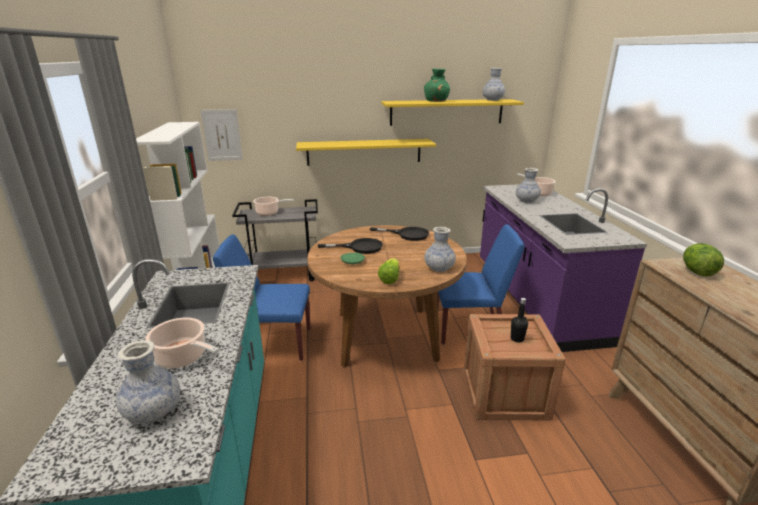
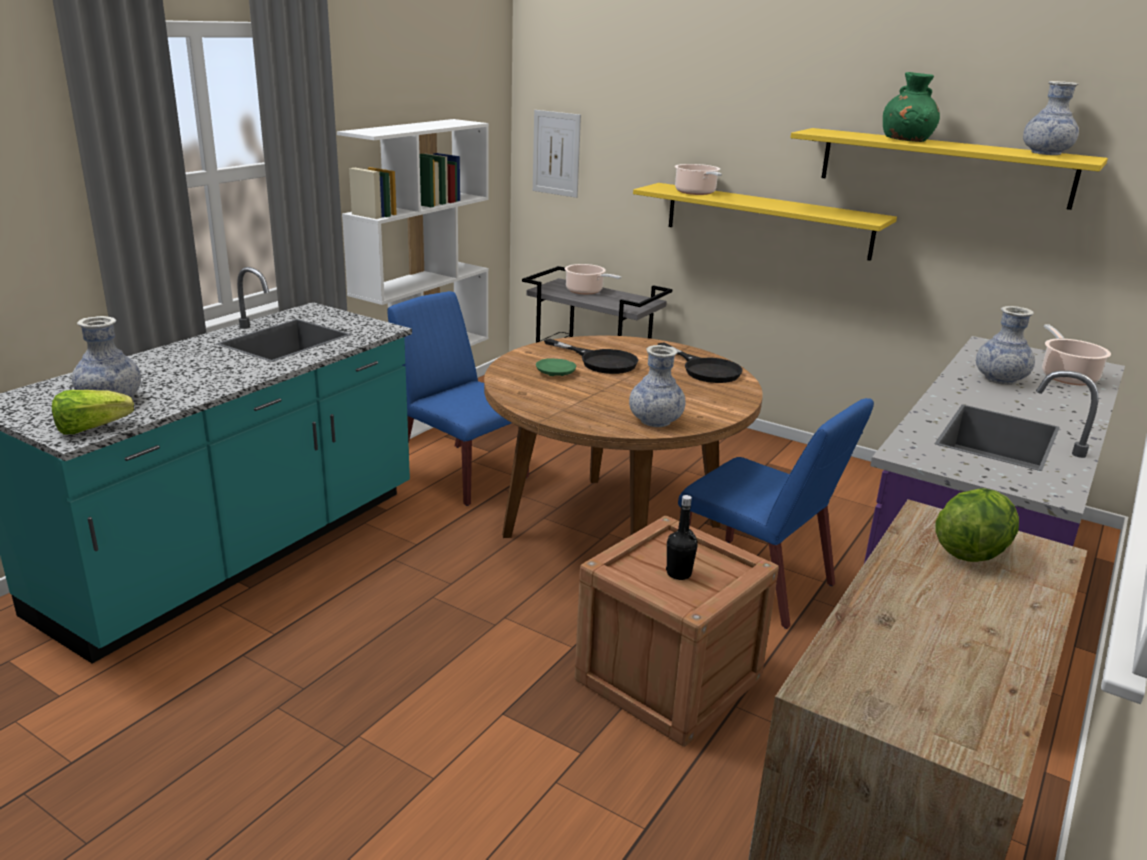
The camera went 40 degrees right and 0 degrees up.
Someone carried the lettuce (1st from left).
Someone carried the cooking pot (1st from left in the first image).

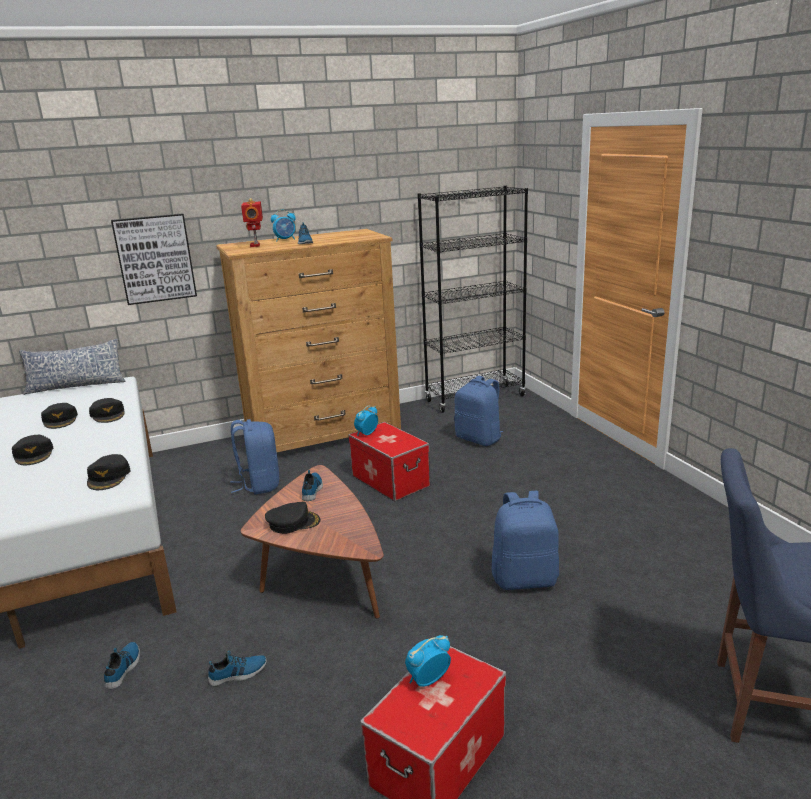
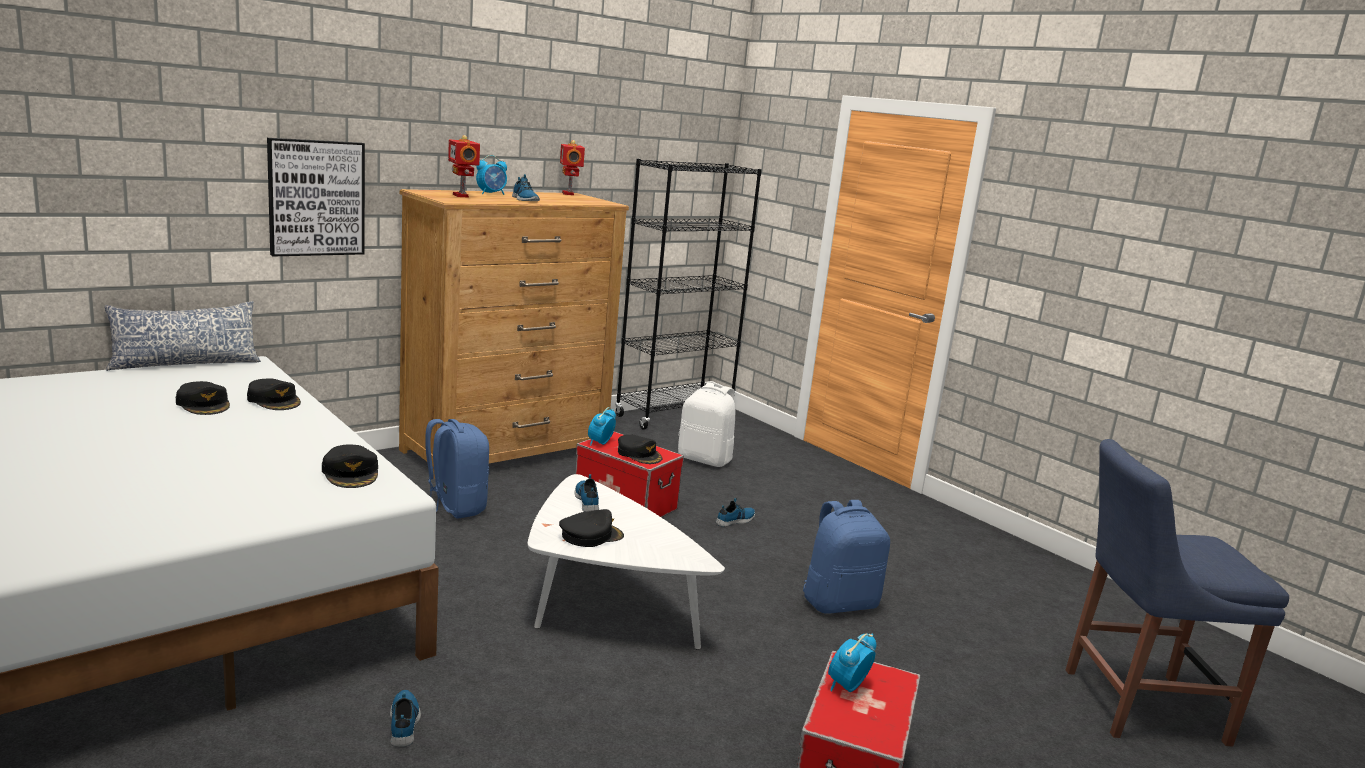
The camera went 20 degrees left and 5 degrees down.
Someone repainted the brown coffee table, which became the white coffee table.
Someone put down the toy robot (2nd from left).
Someone carried the black cap (1st from left in the first image).
Someone repainted the blue backpack (2nd from left), which became the white backpack.
Someone carried the shoe (2nd from left in the first image).

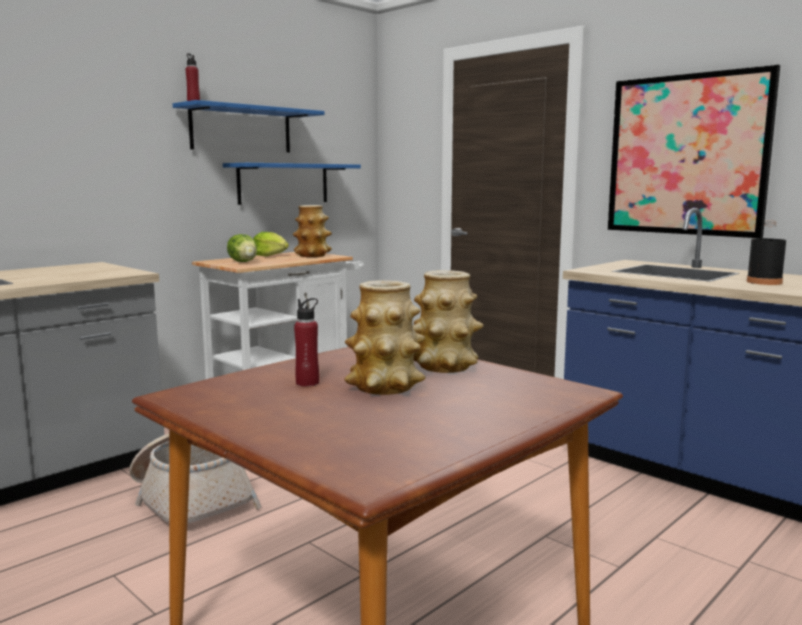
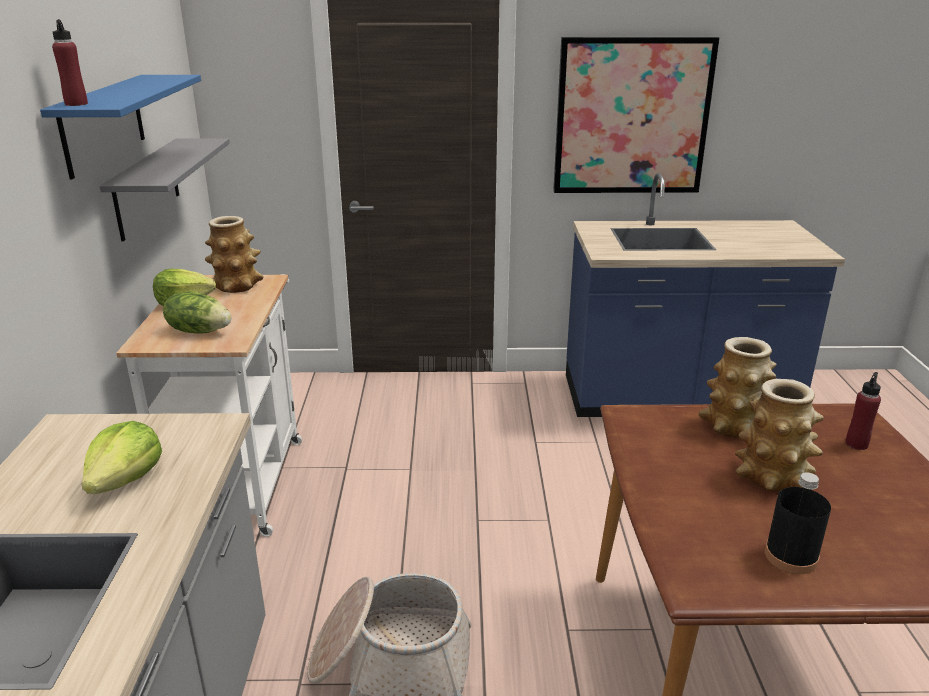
The camera went 45 degrees left and 15 degrees up.
Someone put down the lettuce (1st from left).
Someone repainted the blue shelf (2nd from left), which became the grey shelf.
Someone carried the black bottle.
Someone carried the red bottle (2nd from left).

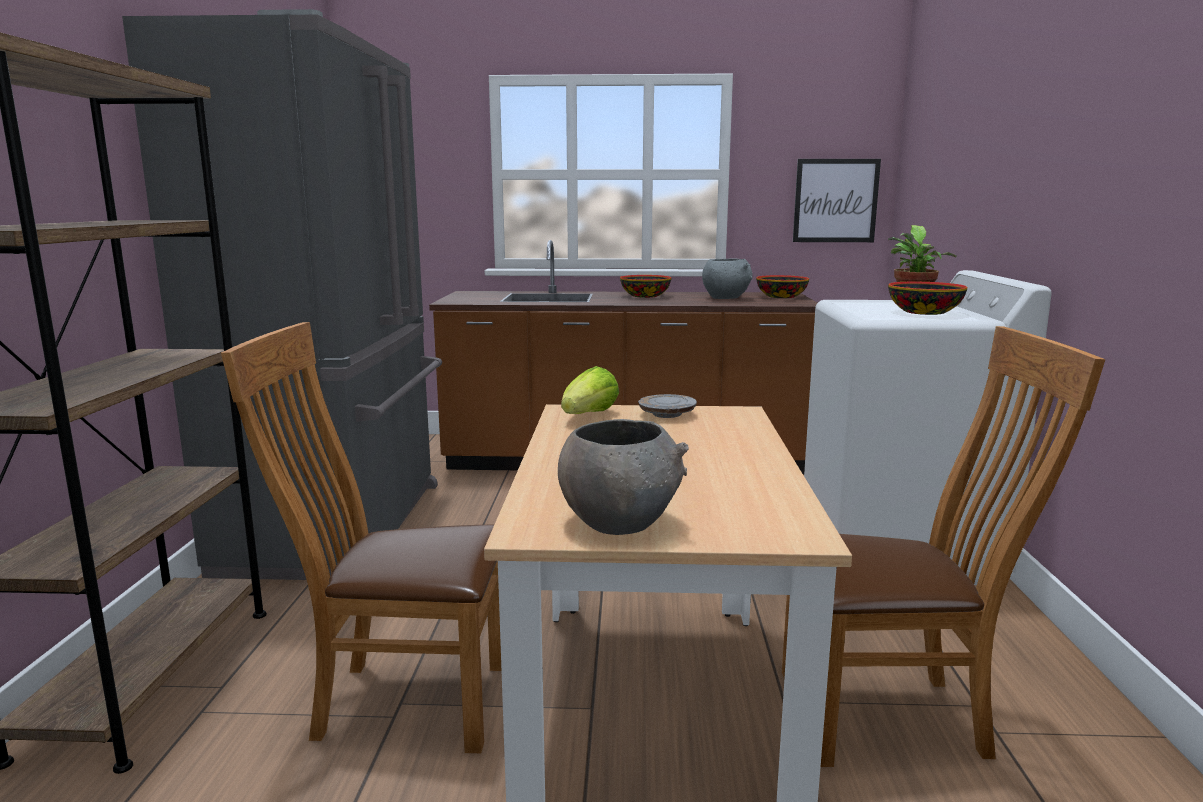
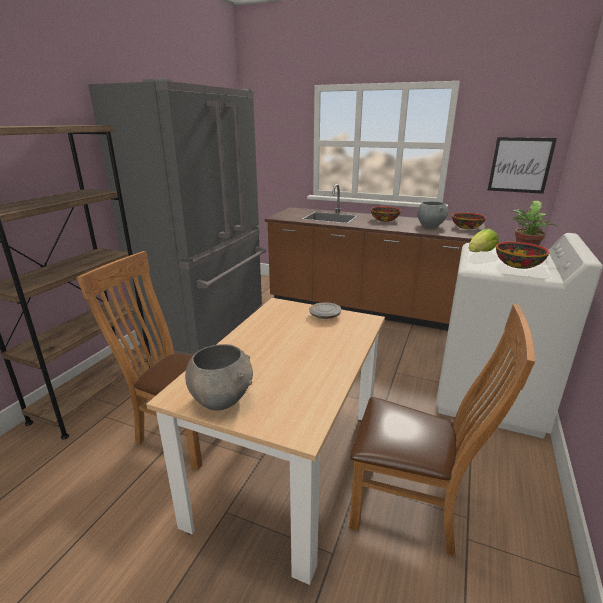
The camera went 20 degrees right and 10 degrees up.
Someone carried the lettuce.

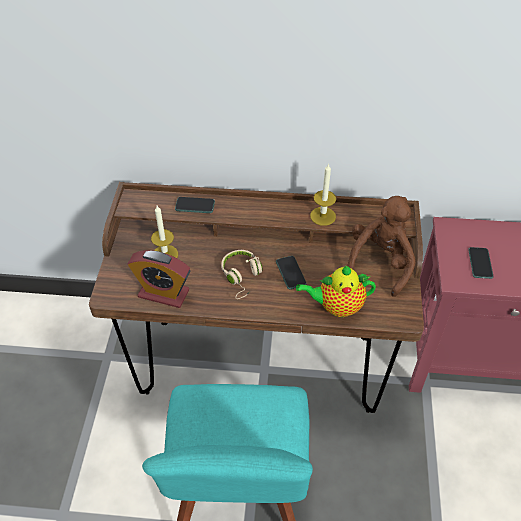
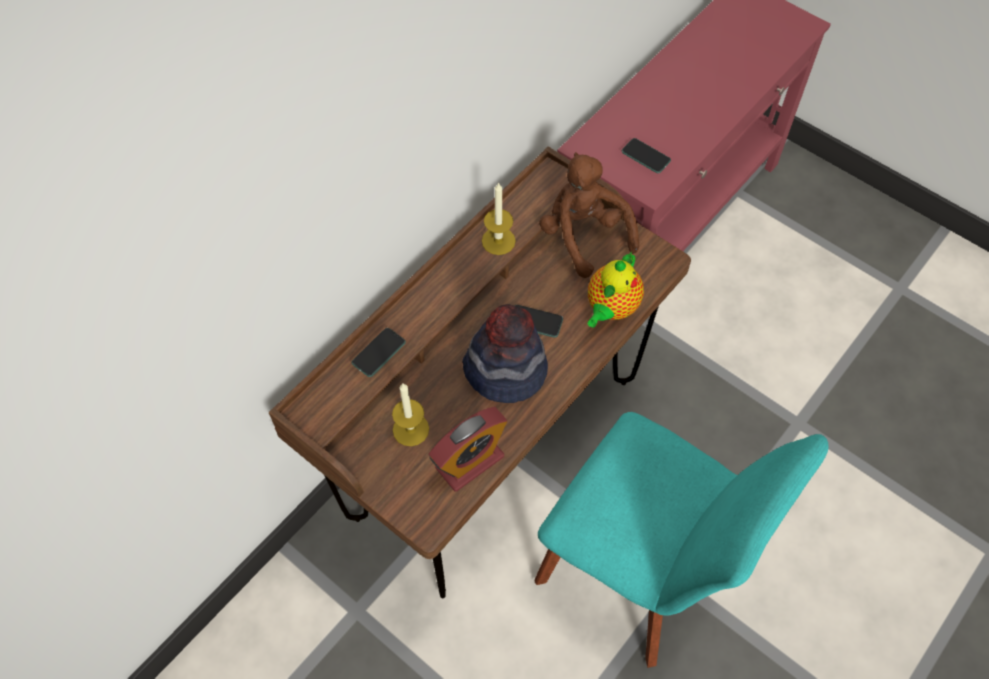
The camera went 55 degrees left and 10 degrees up.
Someone swapped the beige headphones for the hat.

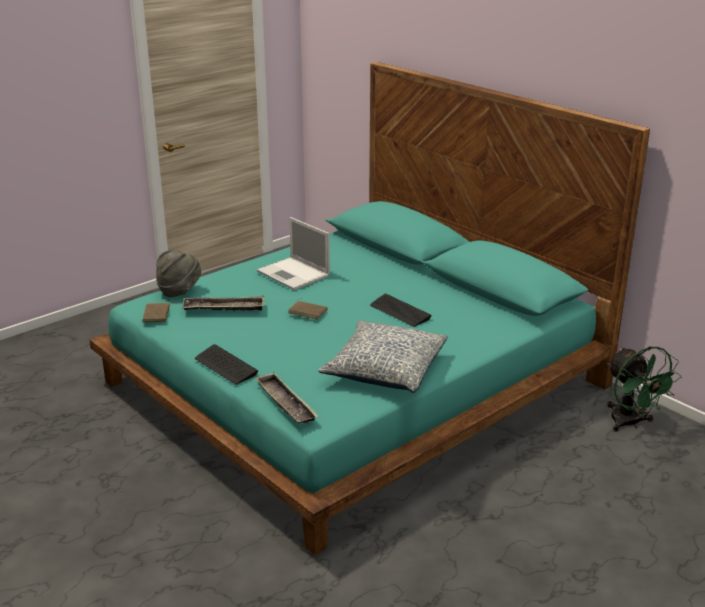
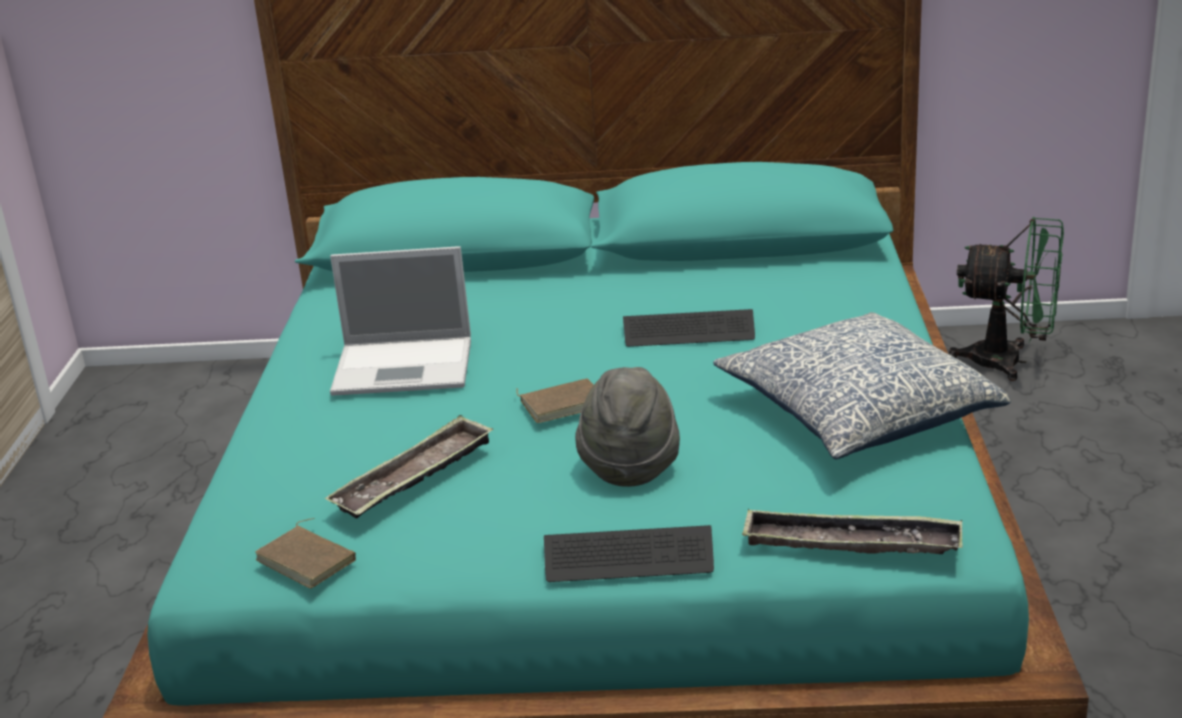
The camera went 45 degrees left and 0 degrees up.
Someone carried the grey hat.

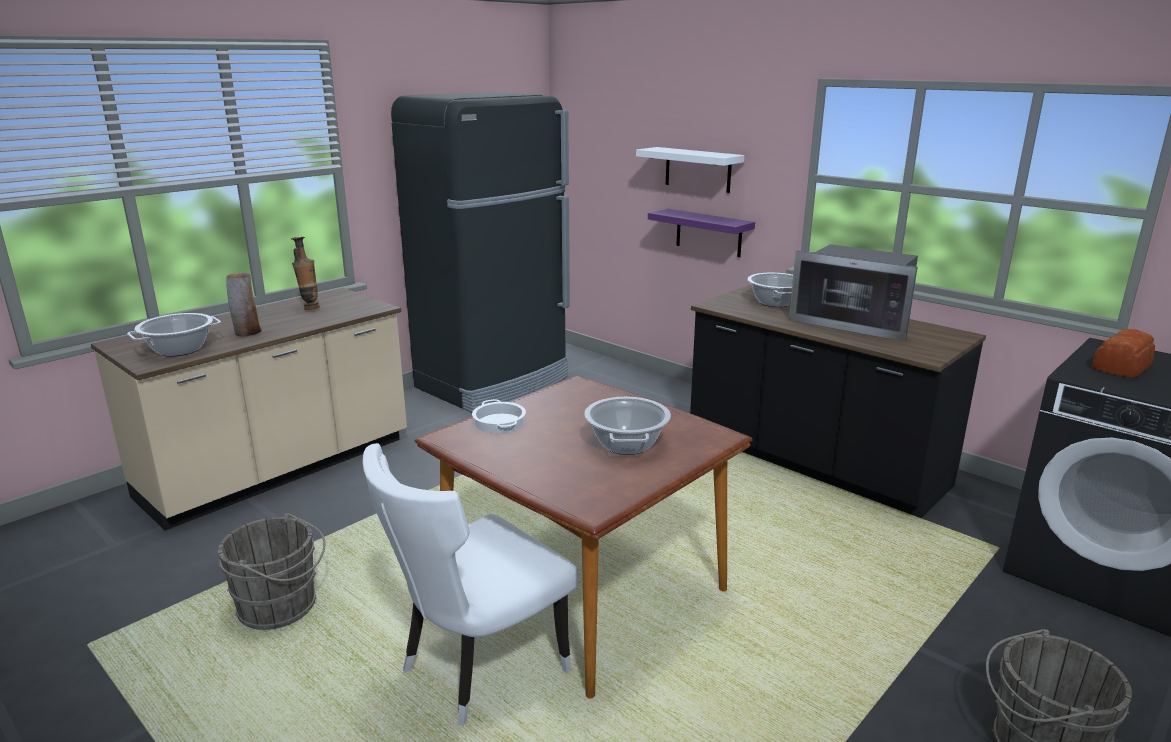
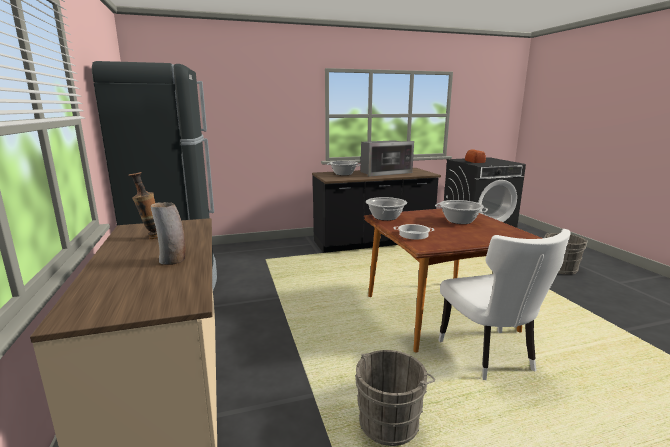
The camera went 60 degrees left and 5 degrees down.
Someone carried the cooking pot (1st from left in the first image).
Someone took away the white shelf.
Someone took away the purple shelf.

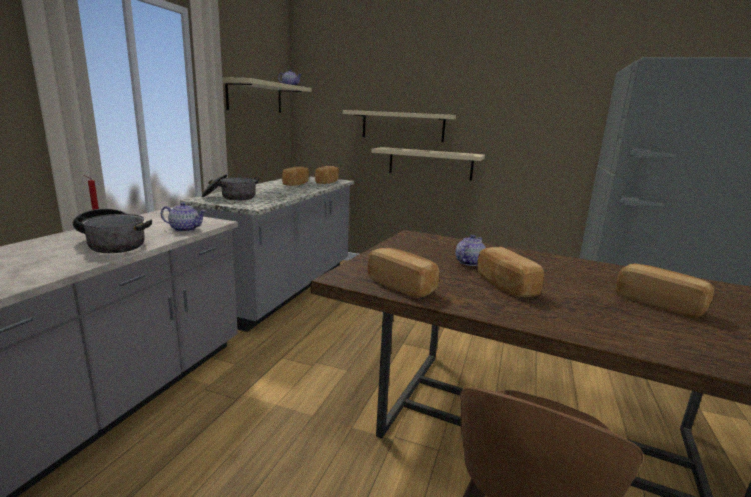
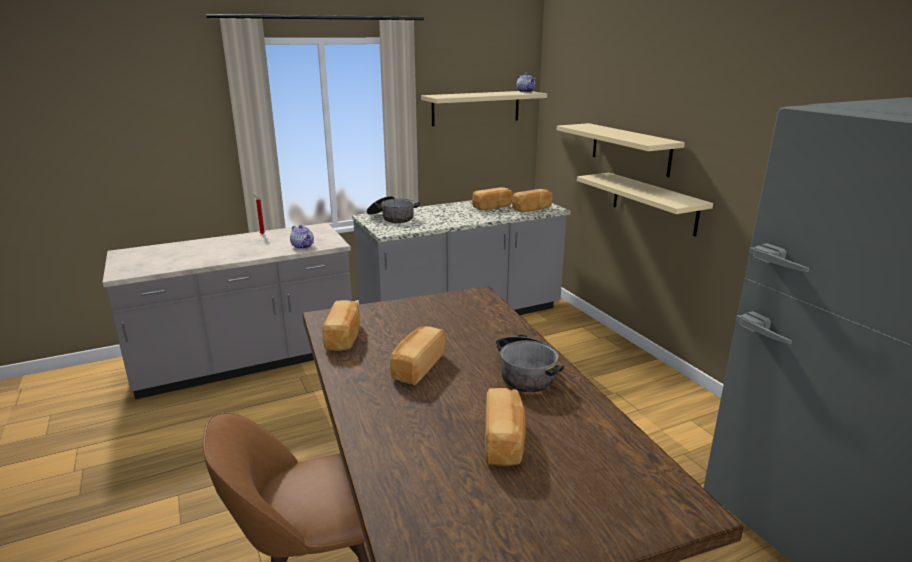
The camera went 45 degrees right and 5 degrees up.
Someone carried the cooking pot (1st from left in the first image).
Someone took away the teapot (3rd from left).

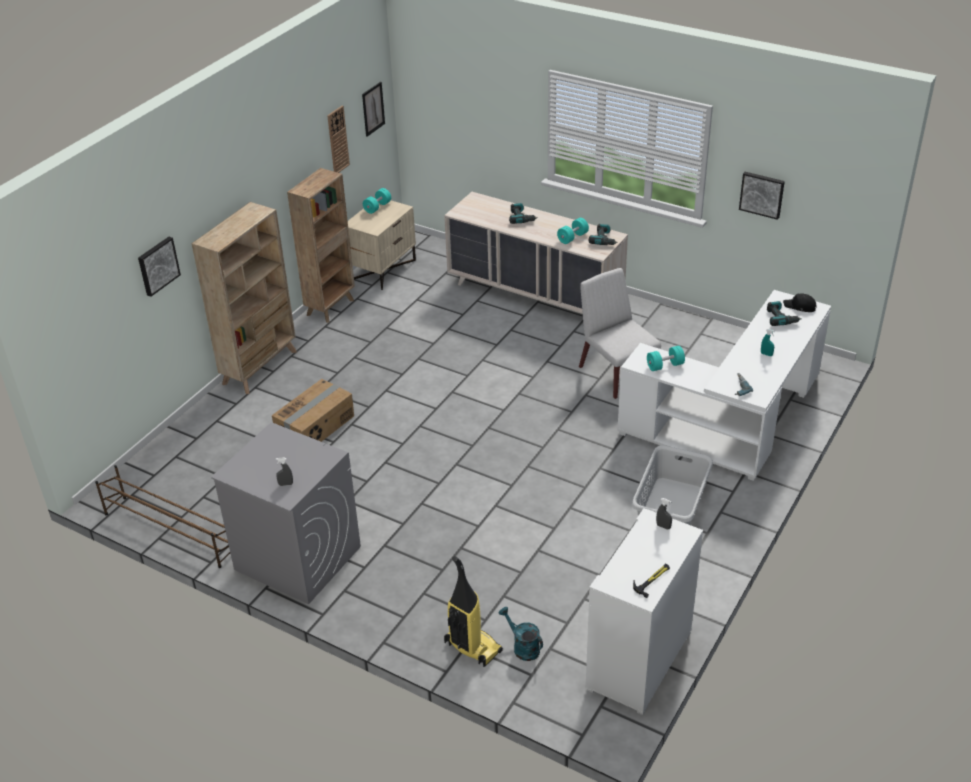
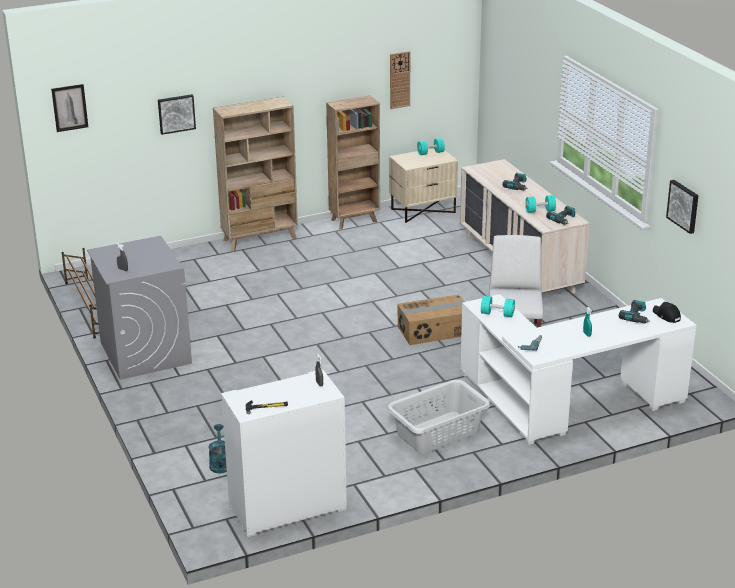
The camera went 35 degrees right and 10 degrees down.
Someone carried the picture (2nd from left in the first image).
Someone carried the cardboard box.
Someone took away the vacuum cleaner.

